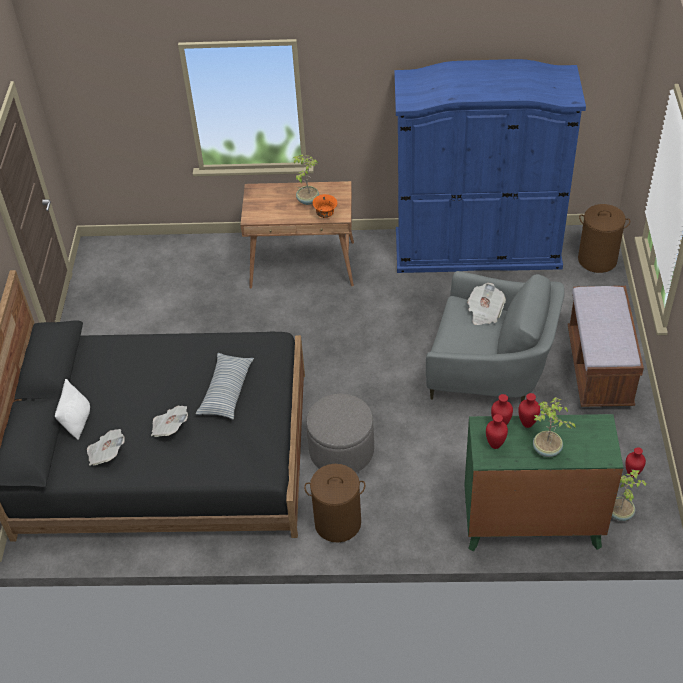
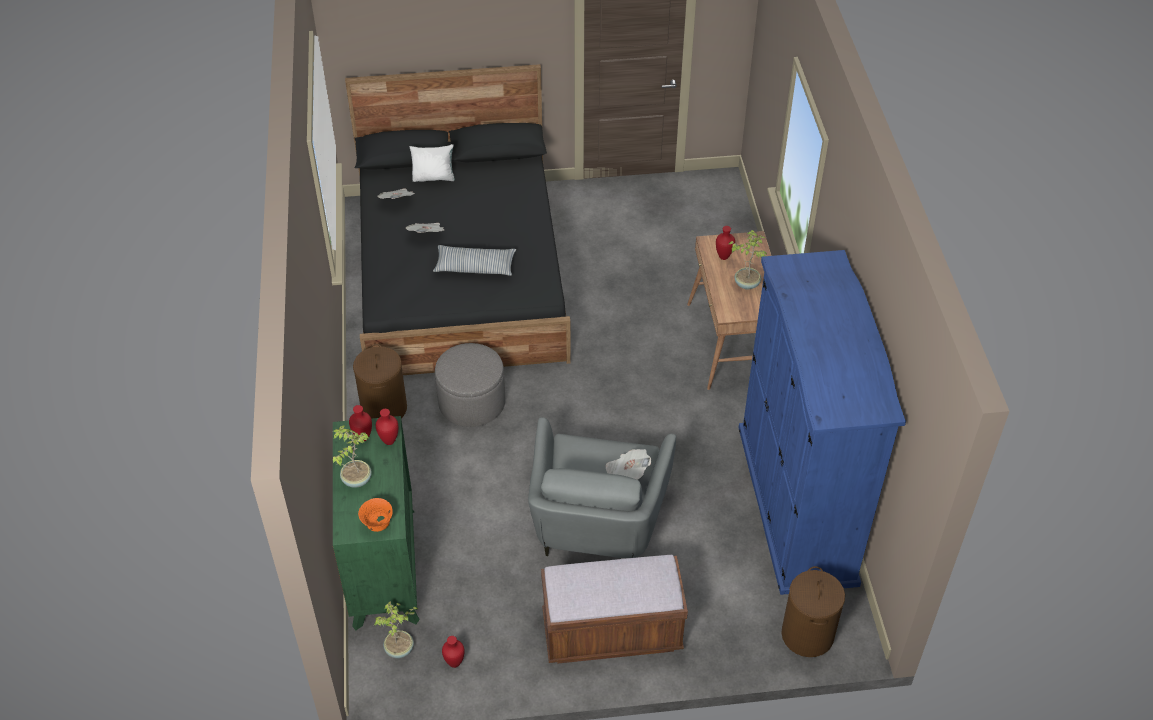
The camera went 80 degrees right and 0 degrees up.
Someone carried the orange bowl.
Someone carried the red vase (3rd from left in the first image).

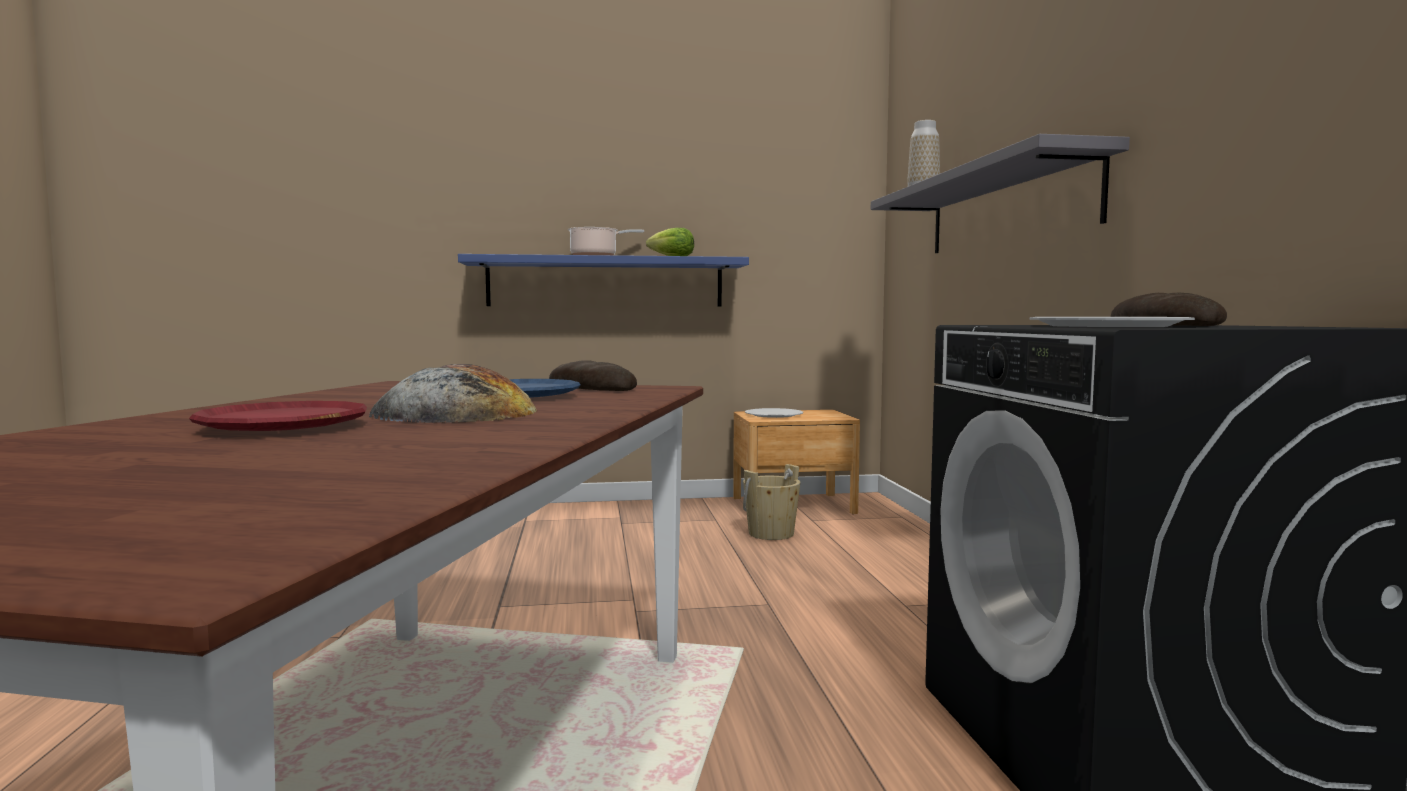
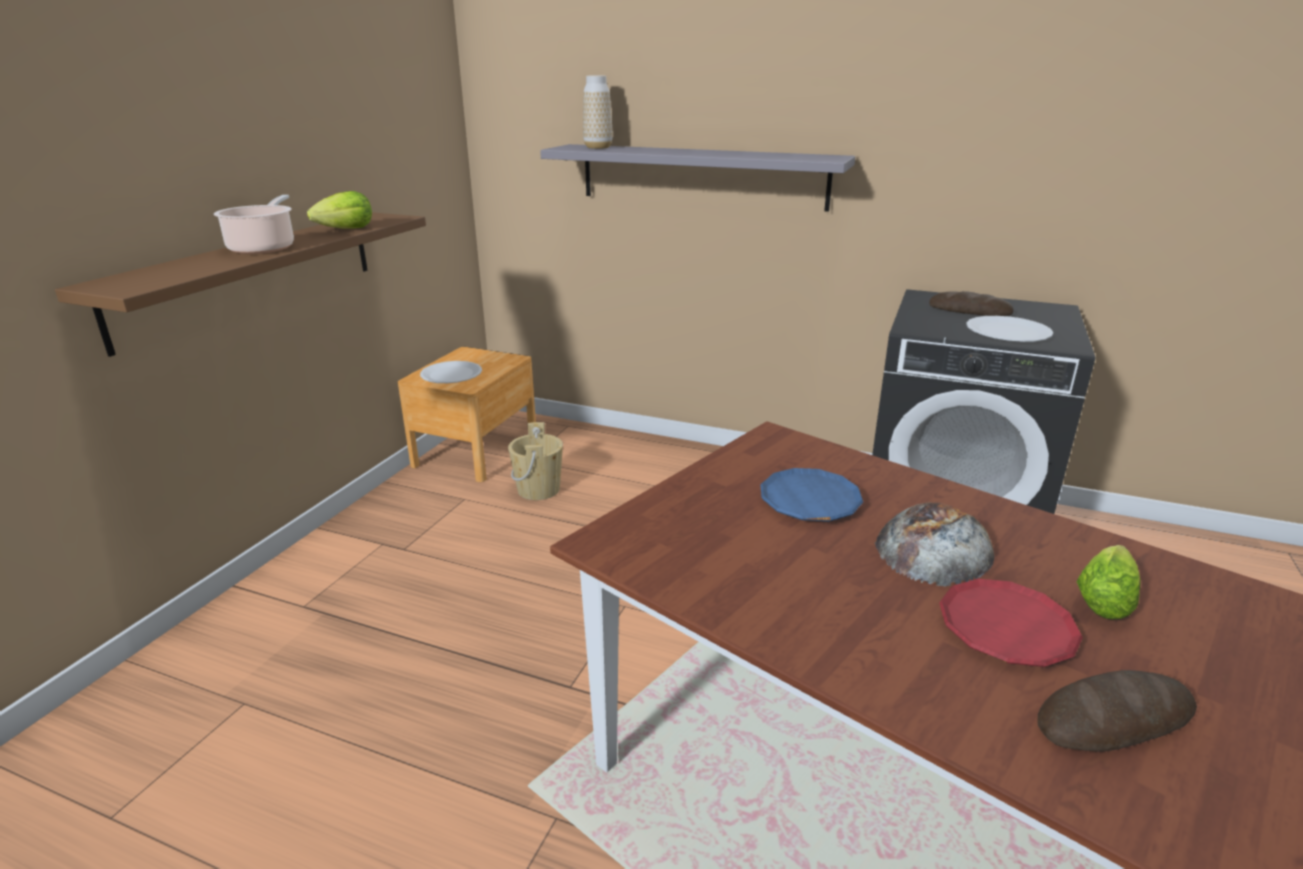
The camera went 60 degrees left and 20 degrees up.
Someone repainted the blue shelf, which became the brown shelf.
Someone carried the bread (2nd from left in the first image).
Someone put down the lettuce (2nd from left).

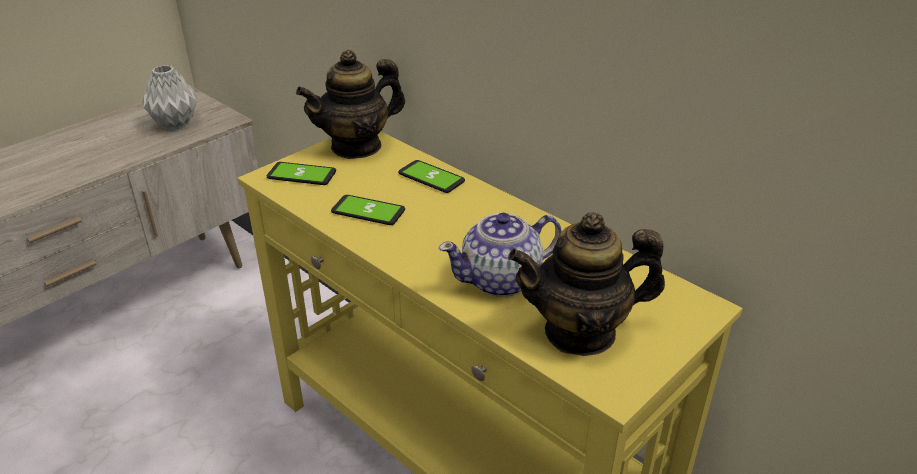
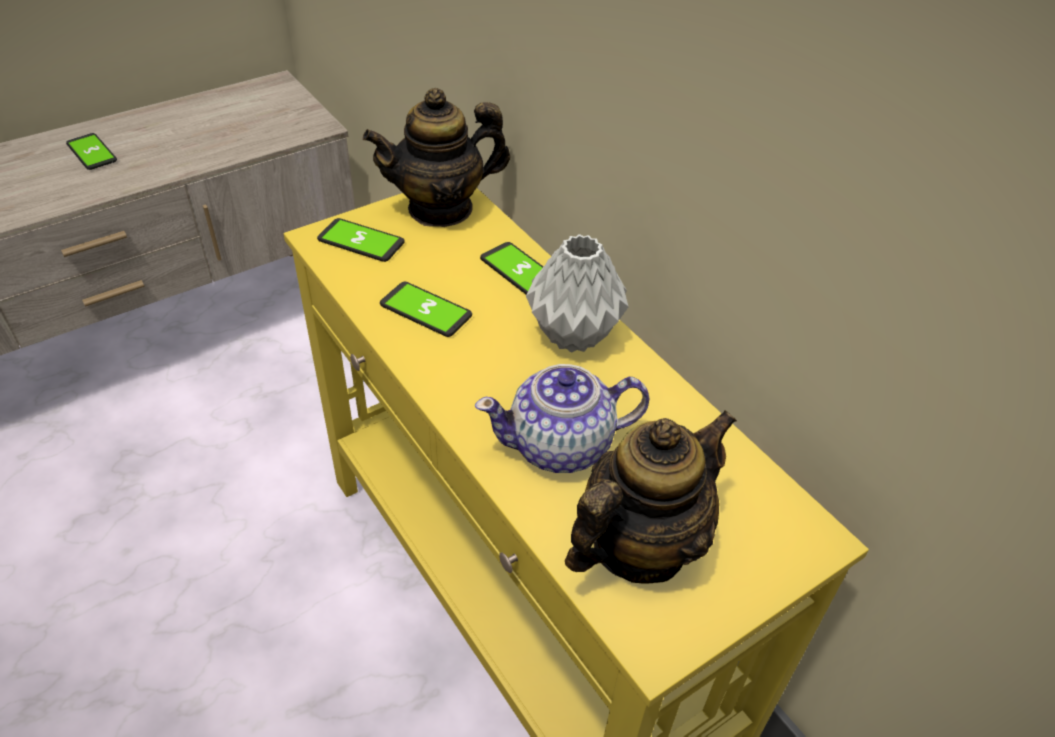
The camera went 10 degrees right and 10 degrees up.
Someone put down the phone (1st from left).
Someone carried the grey vase.
Someone rotated the teapot (3rd from left) by 135 degrees clockwise.

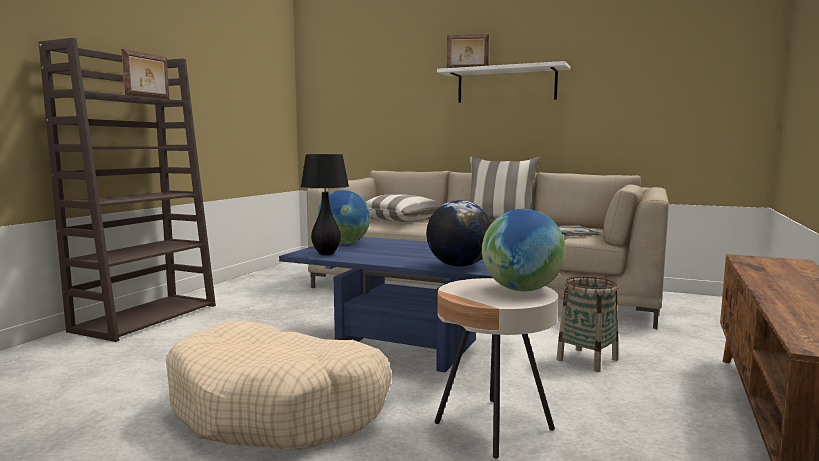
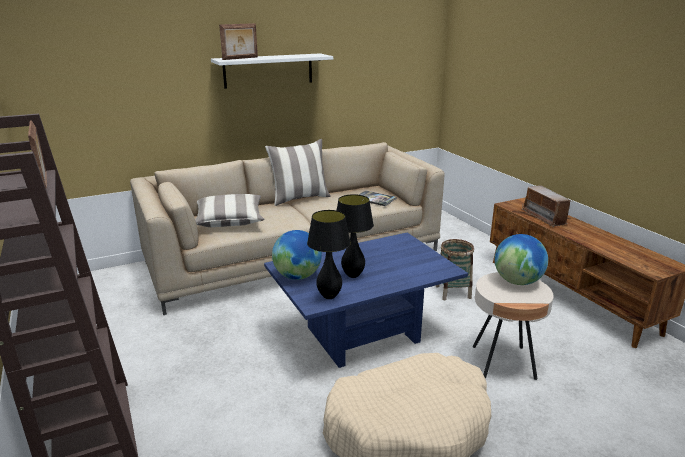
The camera went 50 degrees left and 15 degrees up.
Someone put down the black table lamp (2nd from left).
Someone put down the radio.
Someone took away the globe (2nd from left).

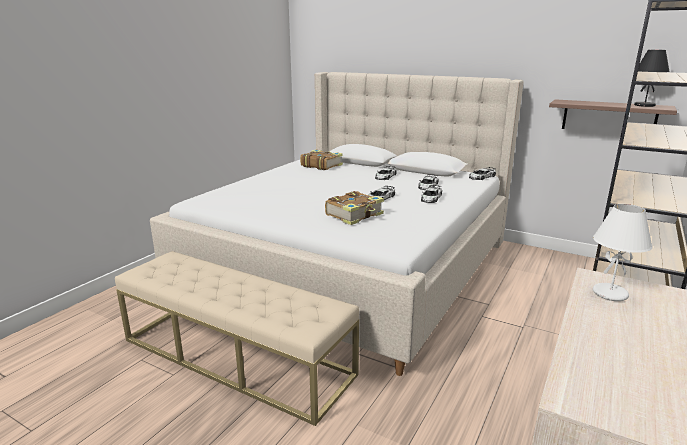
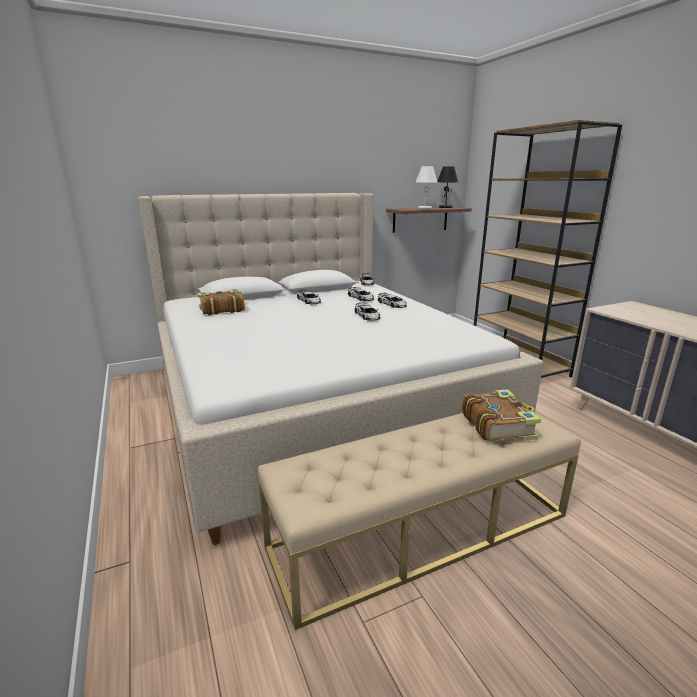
The camera went 55 degrees left and 0 degrees up.
Someone carried the white table lamp.
Someone carried the book (2nd from left).

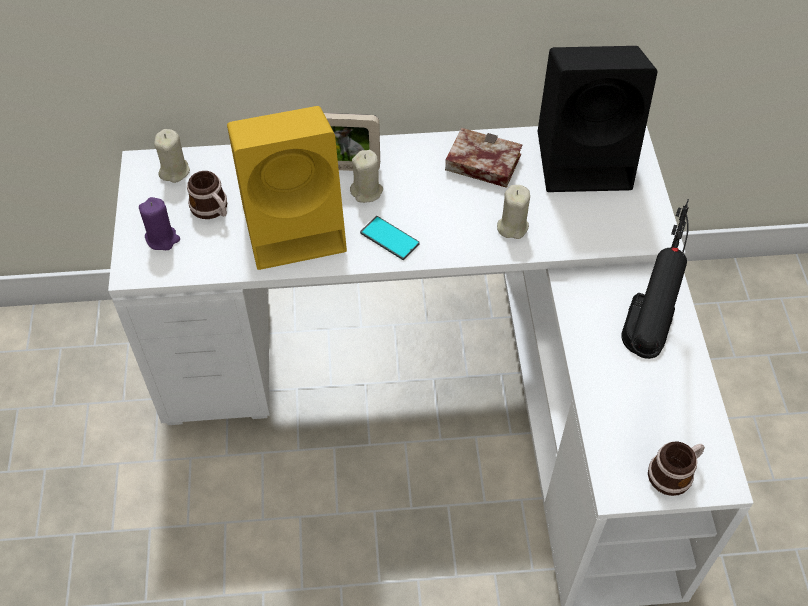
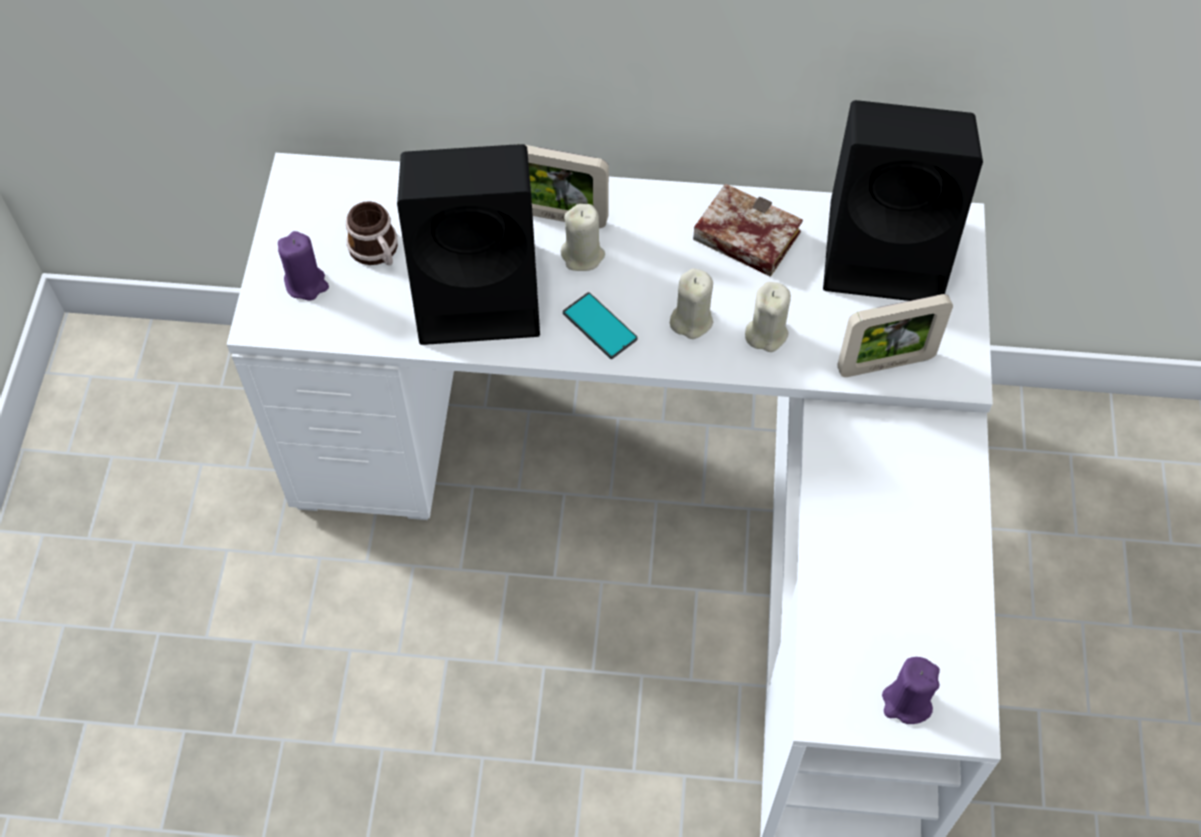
The camera went 10 degrees right and 5 degrees up.
Someone repainted the yellow speaker, which became the black speaker (1st from left).
Someone carried the beige candle (1st from left in the first image).
Someone put down the picture frame (2nd from left).
Someone swapped the mug (2nd from left) for the purple candle (2nd from left).
Someone took away the black table lamp.

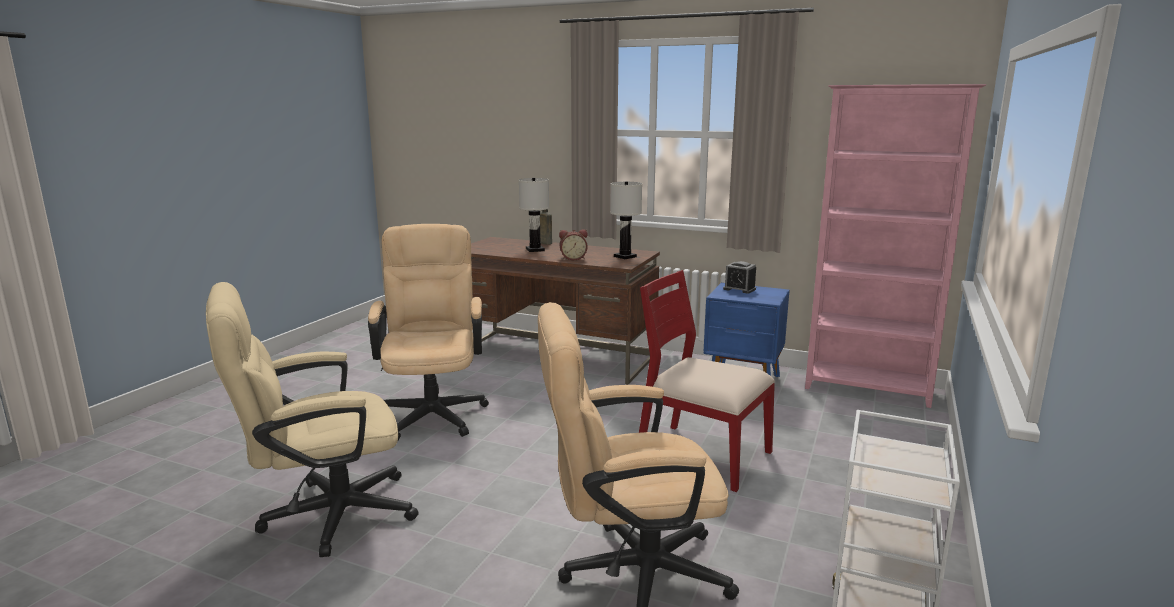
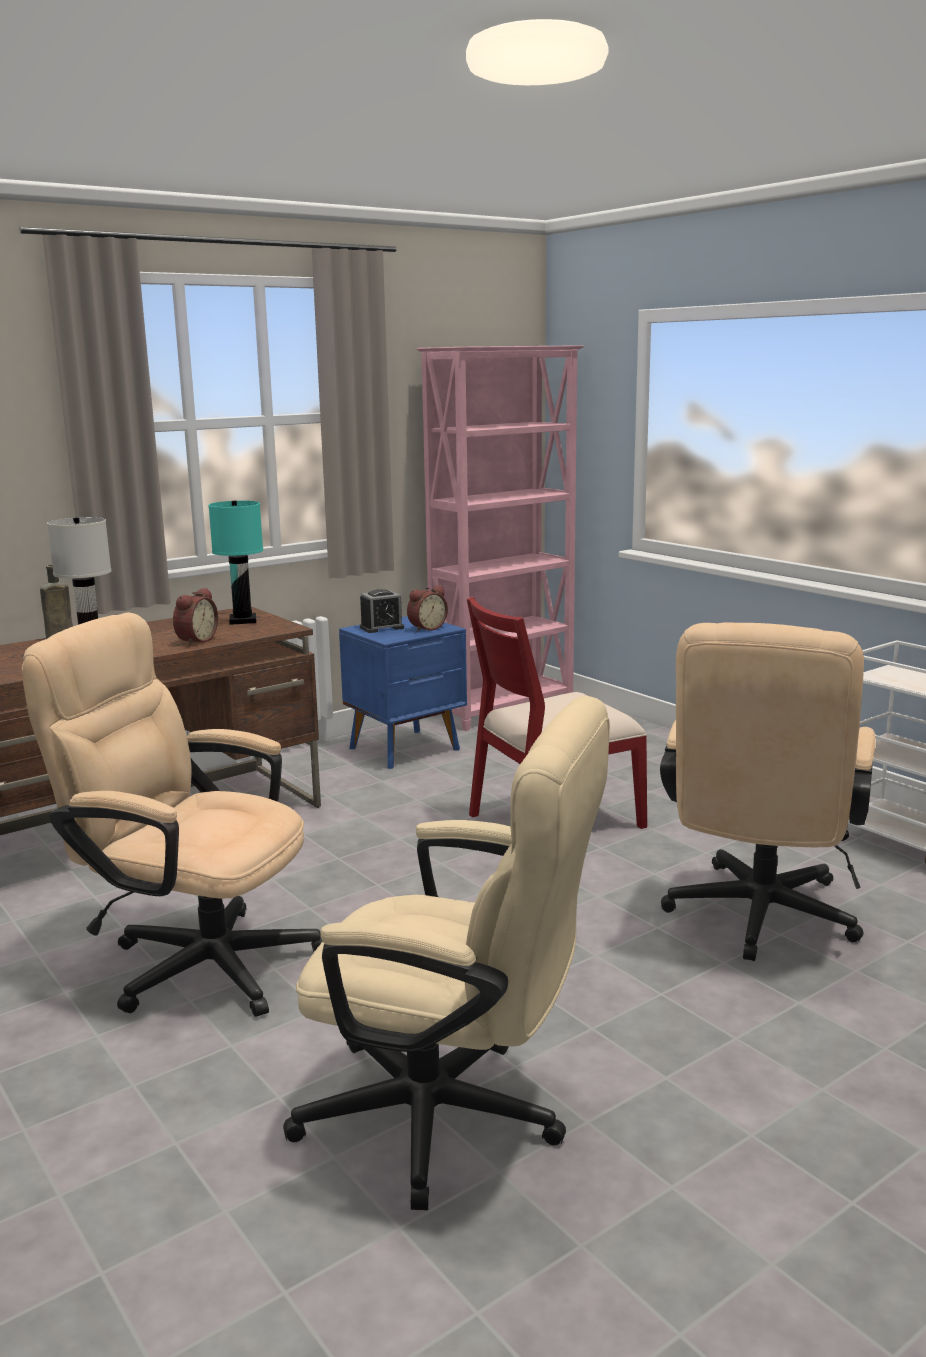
The camera went 60 degrees left and 0 degrees up.
Someone repainted the white table lamp (2nd from left), which became the turquoise table lamp.
Someone rotated the beige office chair (1st from left in the first image) by 75 degrees counterclockwise.
Someone put down the alarm clock (3rd from left).

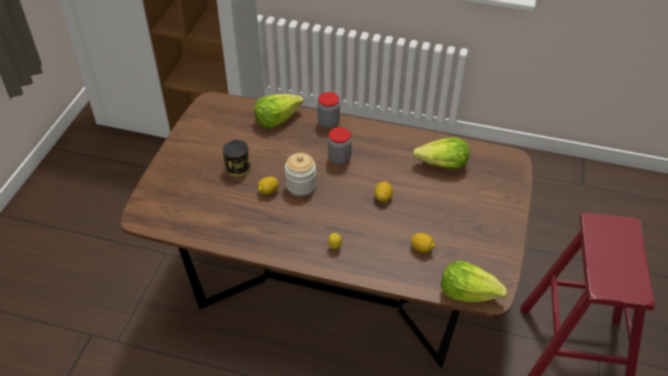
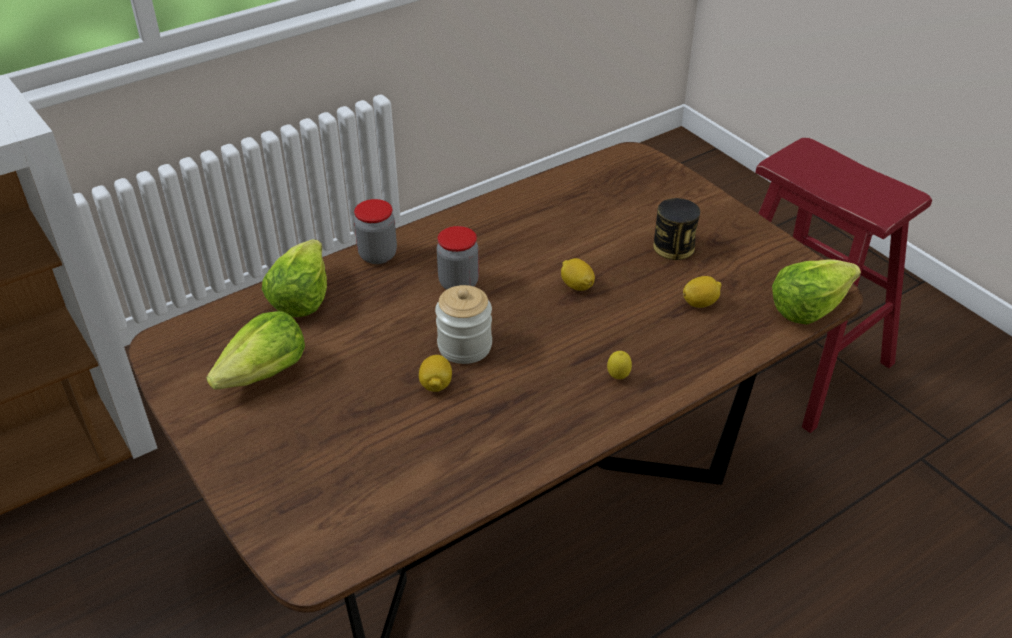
The camera went 50 degrees left and 5 degrees down.
Someone carried the lettuce (2nd from left in the first image).
Someone carried the can.

